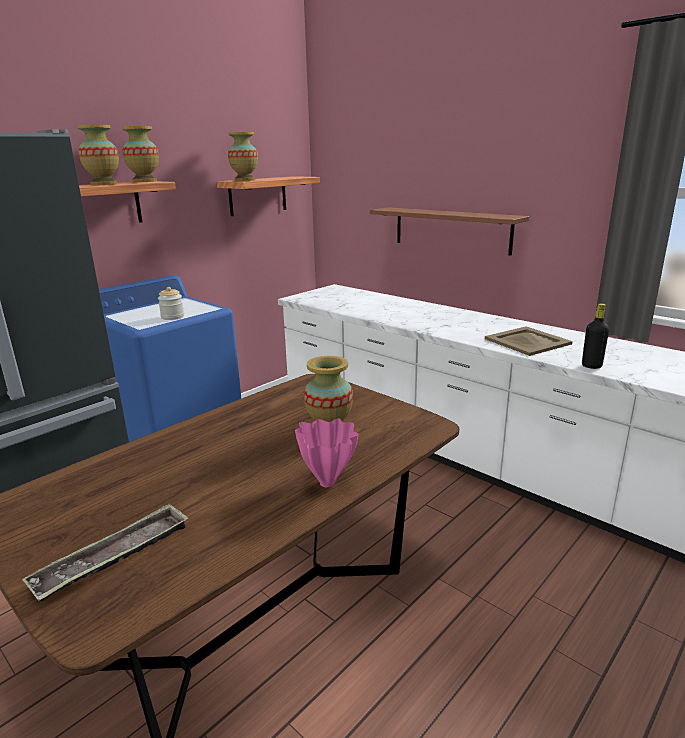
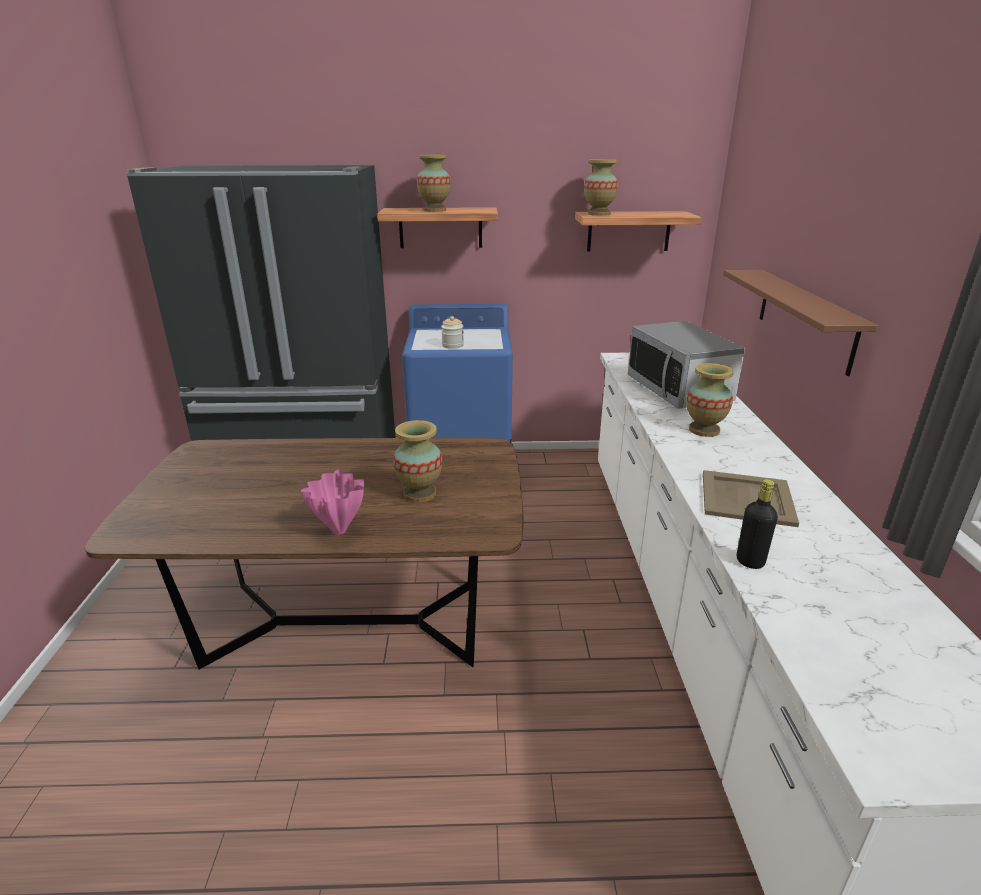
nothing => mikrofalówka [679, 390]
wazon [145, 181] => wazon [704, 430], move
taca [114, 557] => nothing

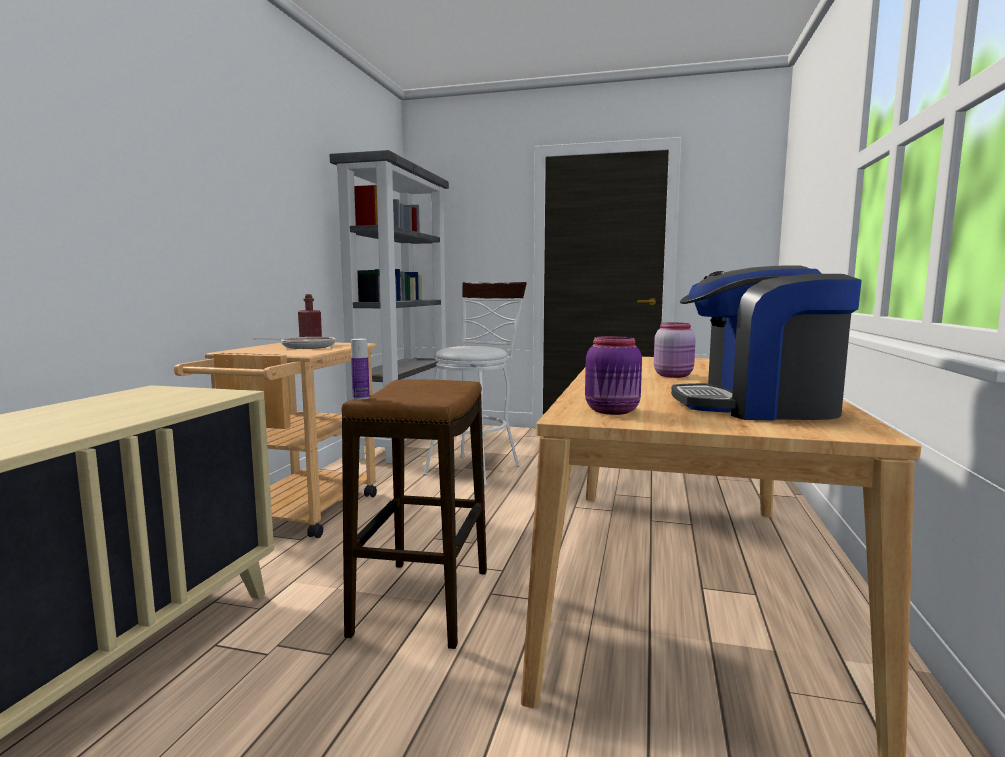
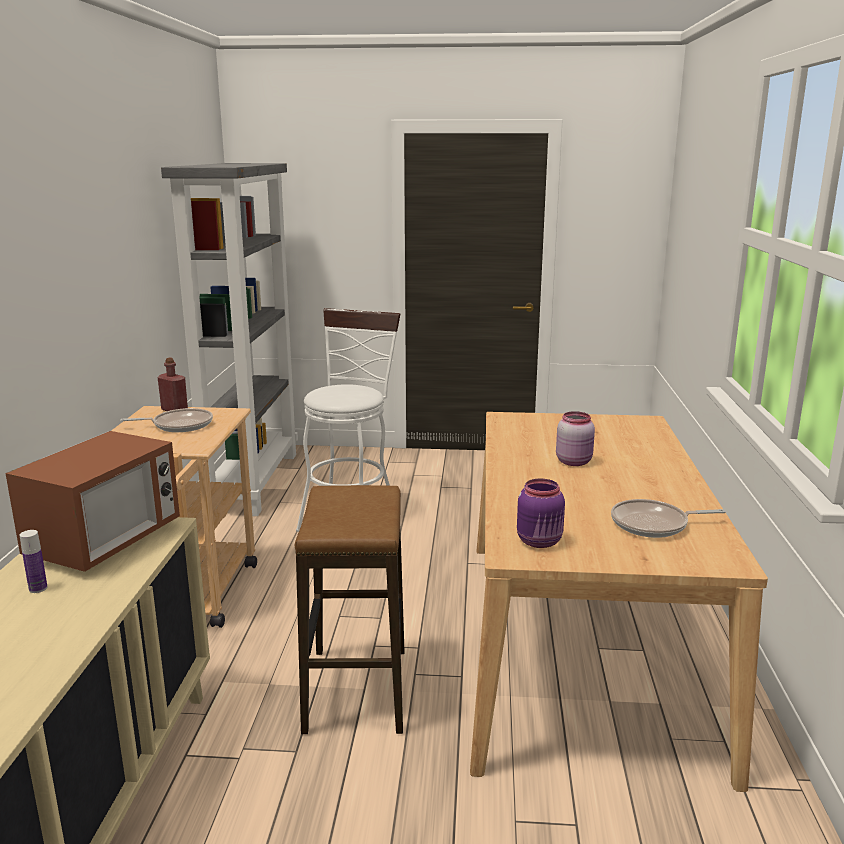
nothing => mikrofalówka [105, 542]
butelka [361, 398] => butelka [38, 588], move
ekspres do kawy [758, 407] => patelnia [654, 524]

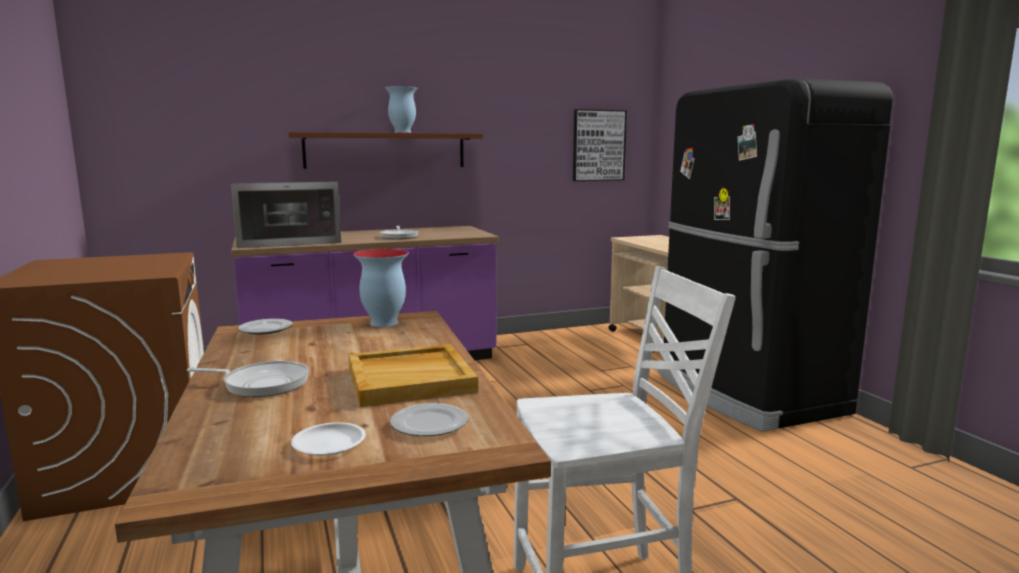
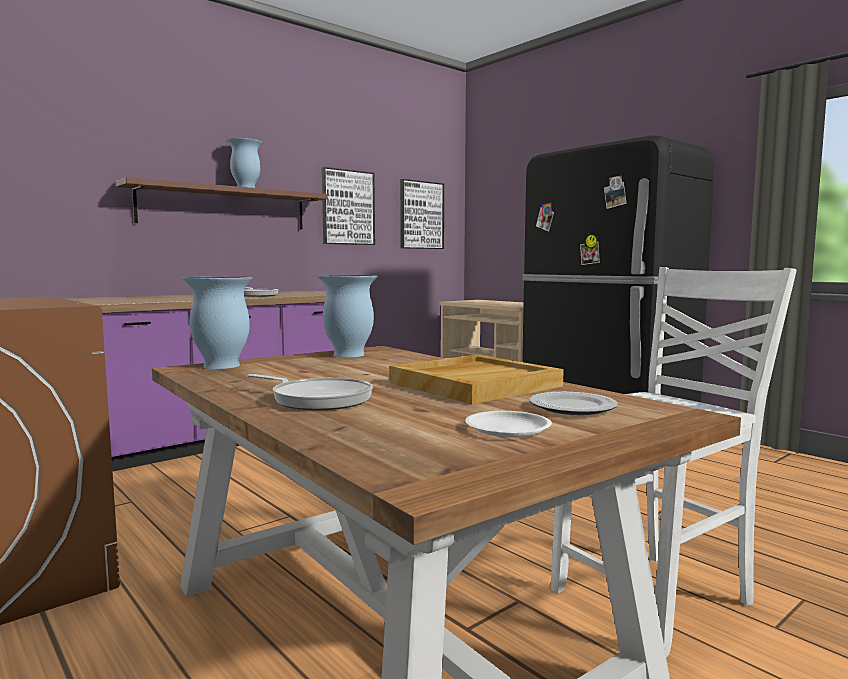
talerz [265, 329] => wazon [220, 366]
patelnia [262, 384] => patelnia [317, 399], 45 degrees clockwise
nothing => obraz [347, 207]
mikrofalówka [289, 242] => nothing

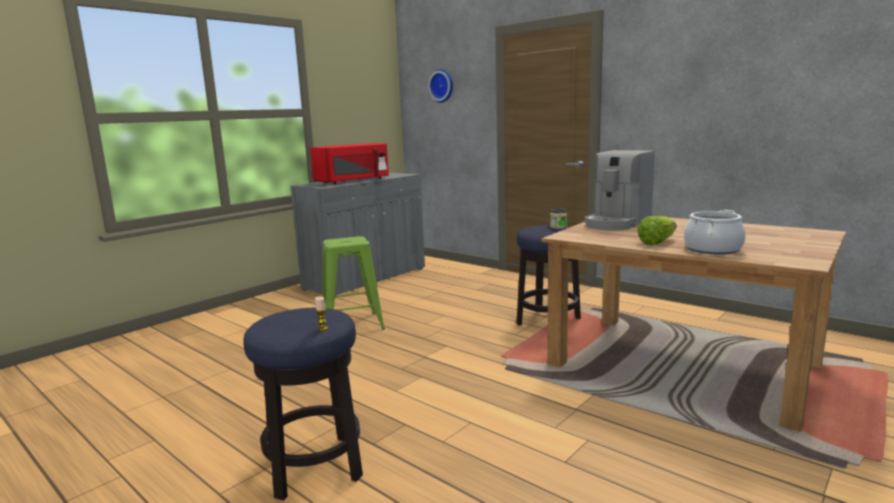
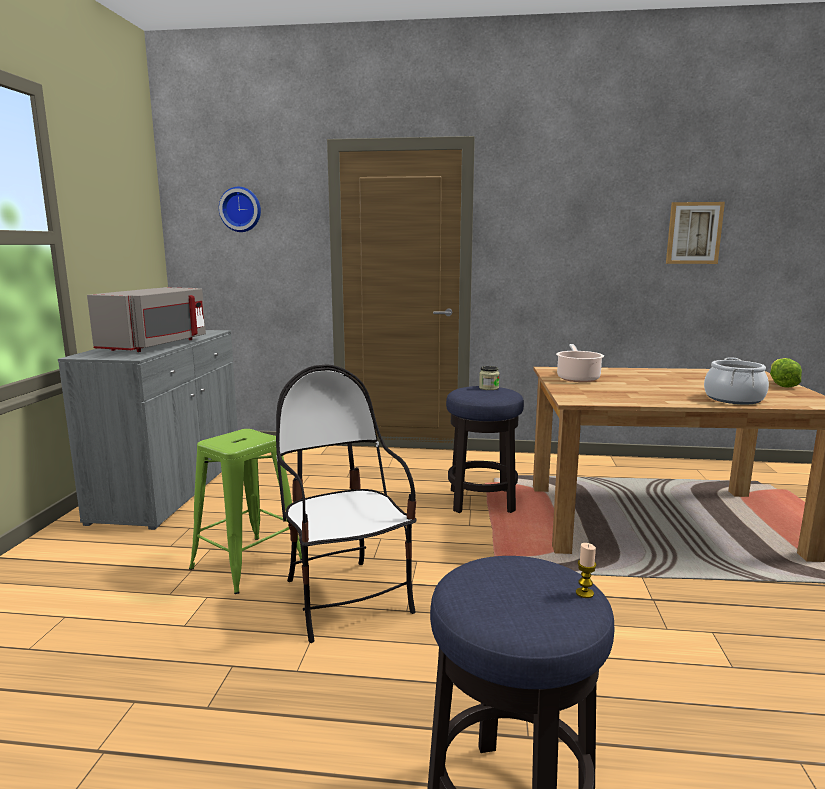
mikrofalówka (czerwony) [353, 181] => mikrofalówka (szary) [156, 345]
nothing => krzesło [345, 598]
ekspres do kawy [617, 223] => garnek [577, 378]
nothing => obraz [693, 233]
sałata [656, 242] => sałata [781, 384], move

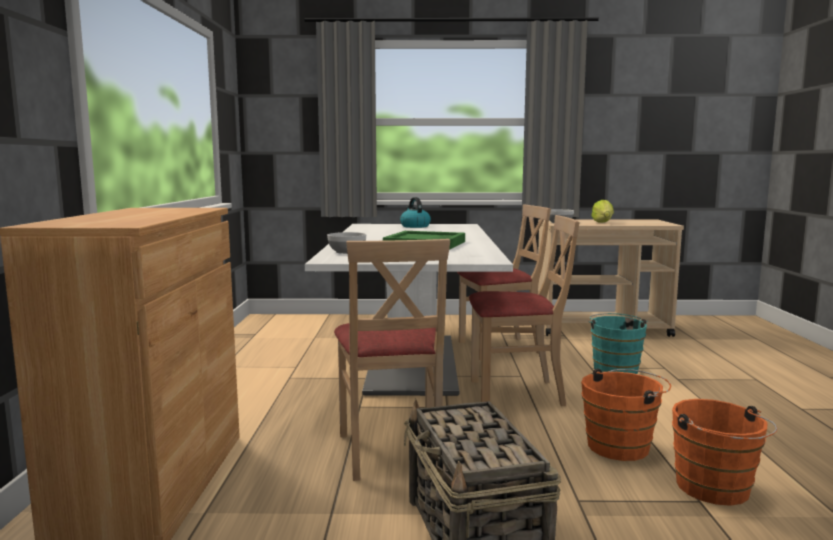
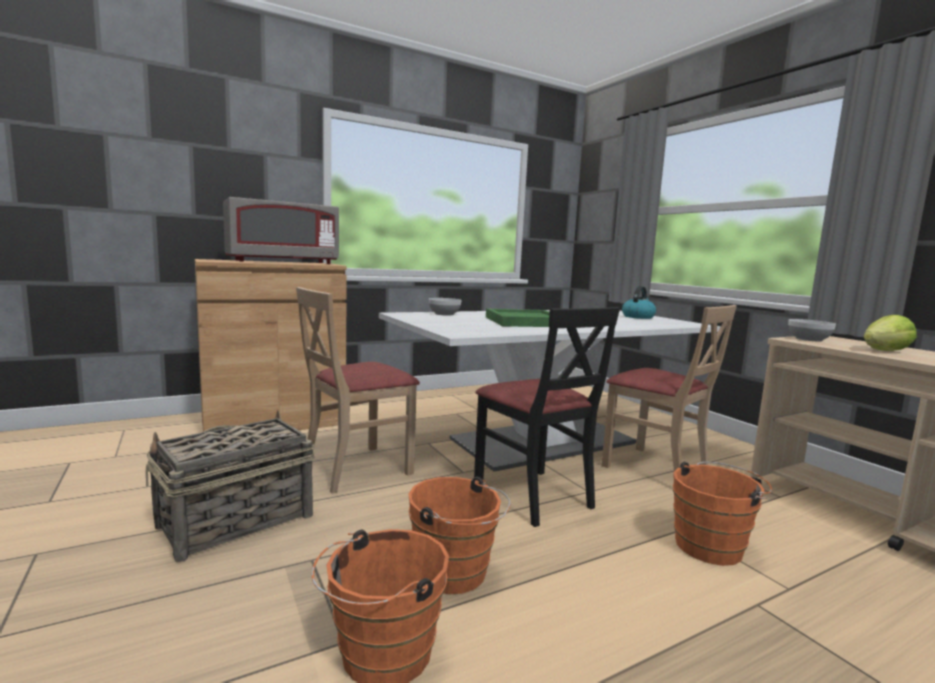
nothing => mikrofalówka (szary) [282, 262]
krzesło (beżowy) [516, 393] => krzesło (czarny) [534, 496]
wiadro (turkusowy) [615, 368] => wiadro (pomarańczowy) [712, 545]

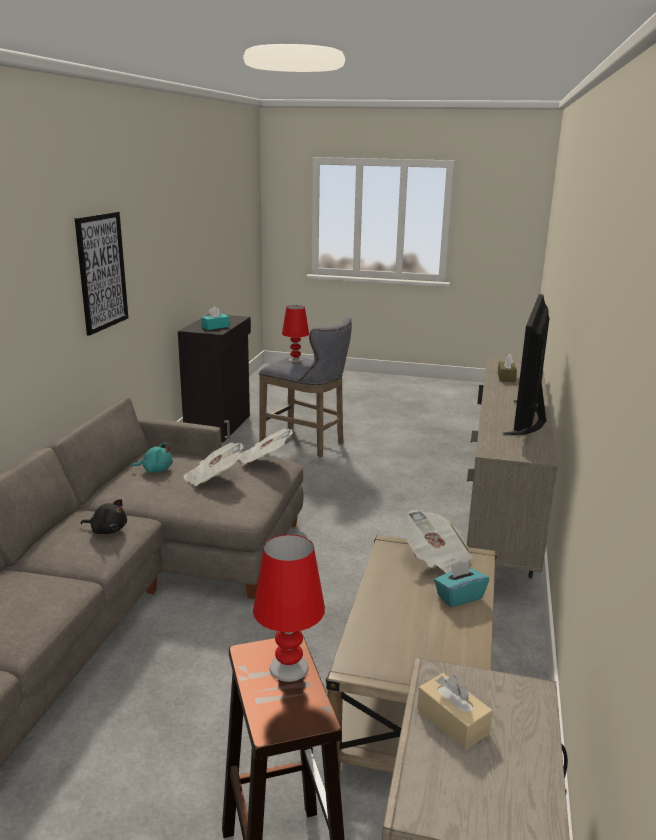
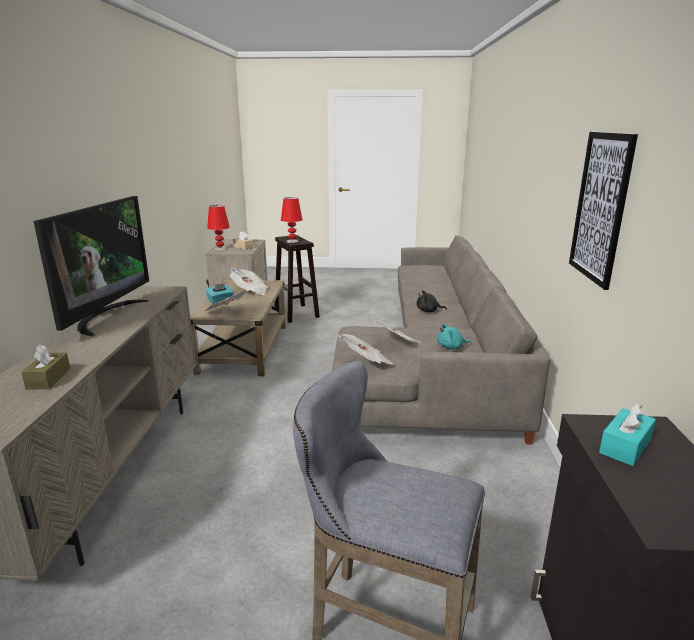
lampa stołowa (czerwony) [295, 360] => lampa stołowa (czerwony) [220, 249], move
nothing => gazeta [250, 291]

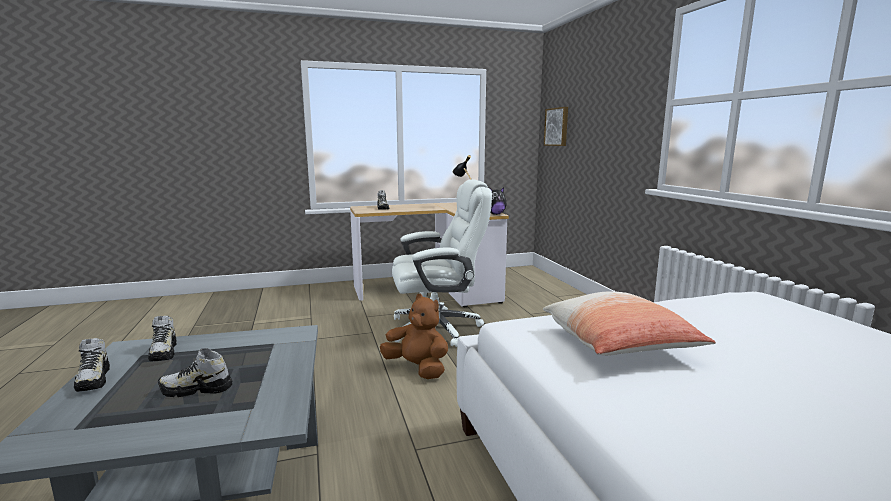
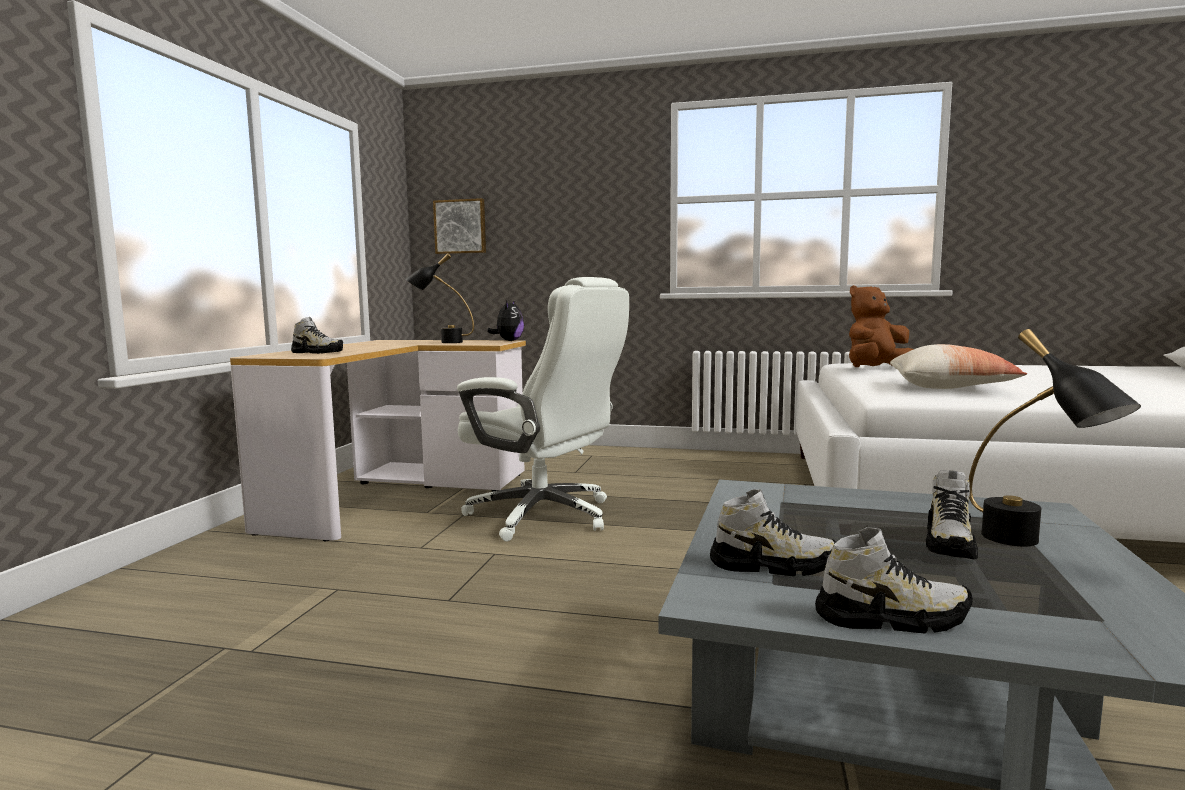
krzesło biurowe (biały) [438, 327] => krzesło biurowe (biały) [544, 516], 105 degrees clockwise
pluszak (brązowy) [417, 368] => pluszak (brązowy) [876, 369], move
nothing => lampa stołowa (czarny) [1031, 546]

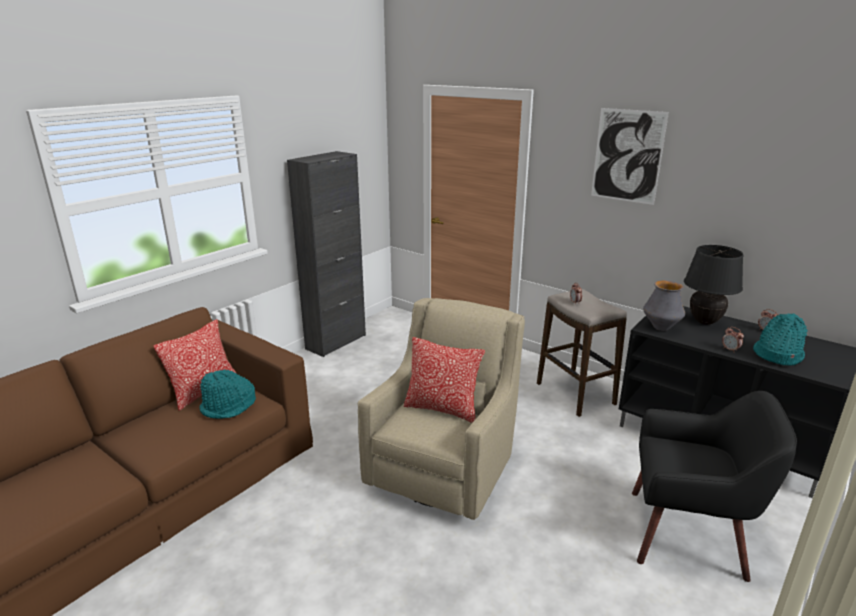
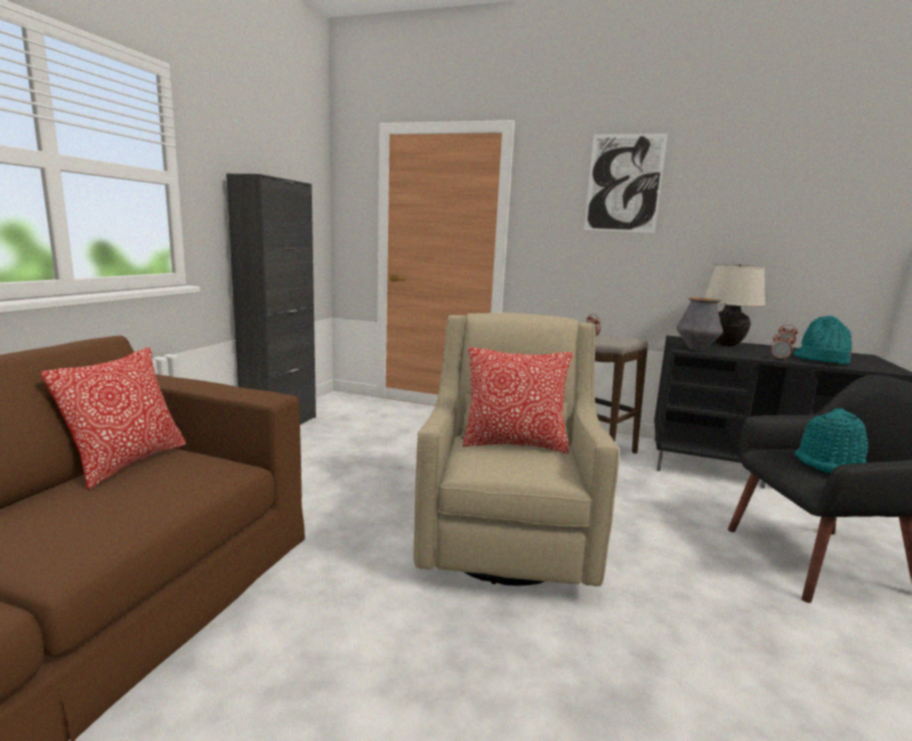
lampa stołowa (czarny) [704, 322] => lampa stołowa (beżowy) [725, 345]
kapelusz (turkusowy) [229, 407] => kapelusz (turkusowy) [830, 464], move

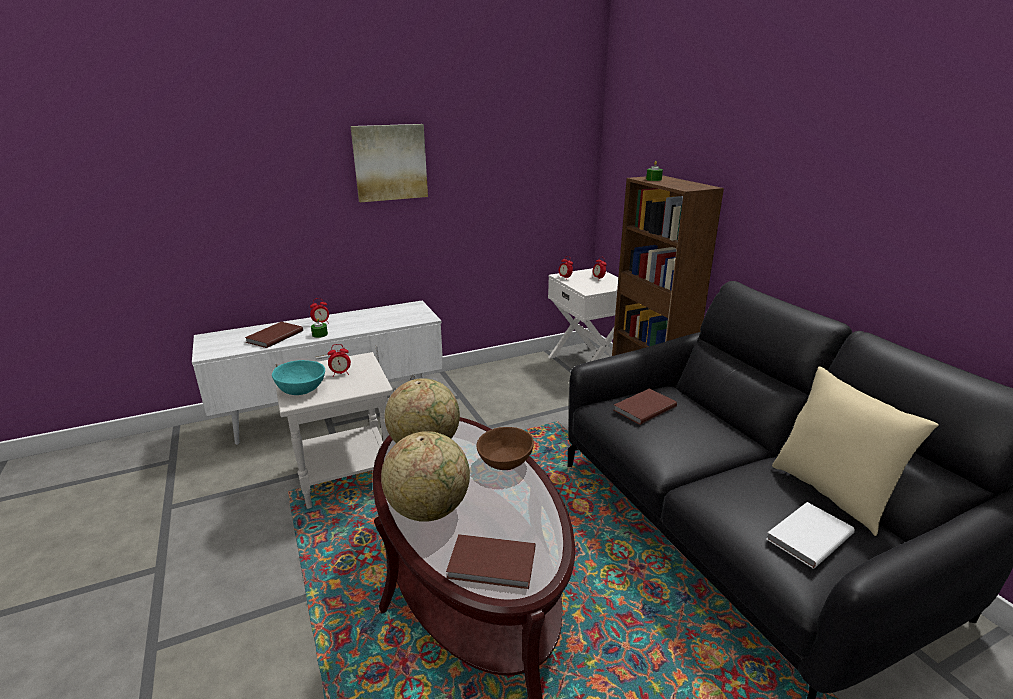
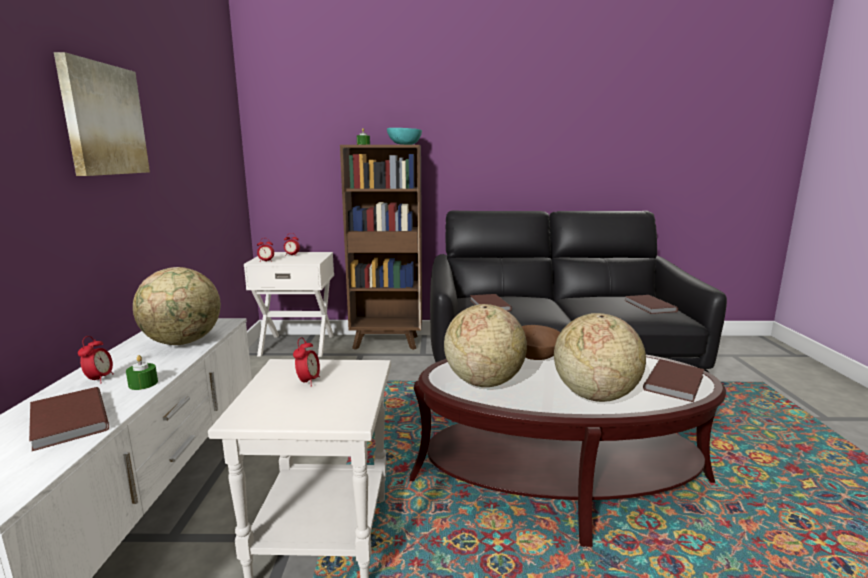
nothing => globus [183, 342]
miska (turkusowy) [300, 389] => miska (turkusowy) [404, 144], move
książka (biały) [807, 536] => książka (brązowy) [649, 306]
poduszka (beżowy) [831, 493] => nothing

